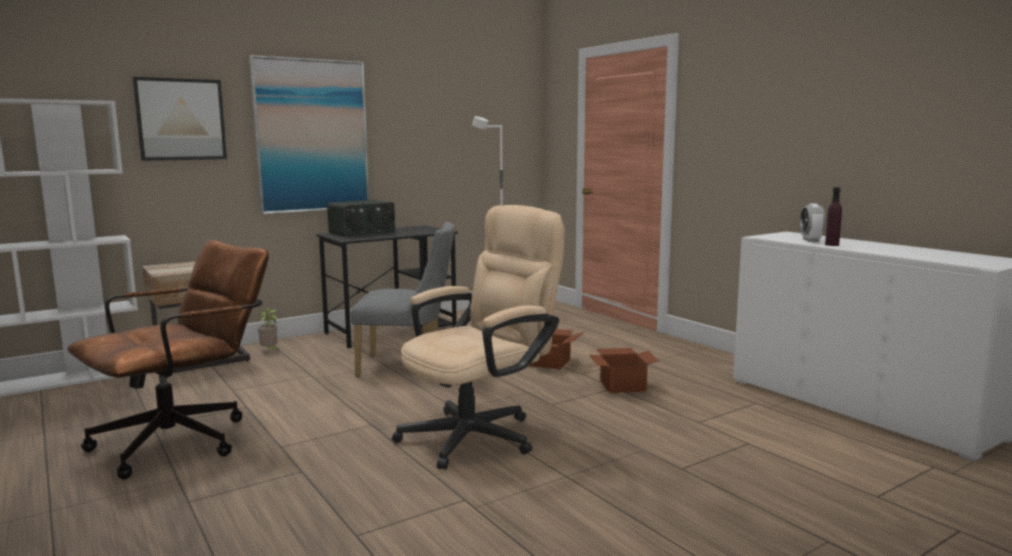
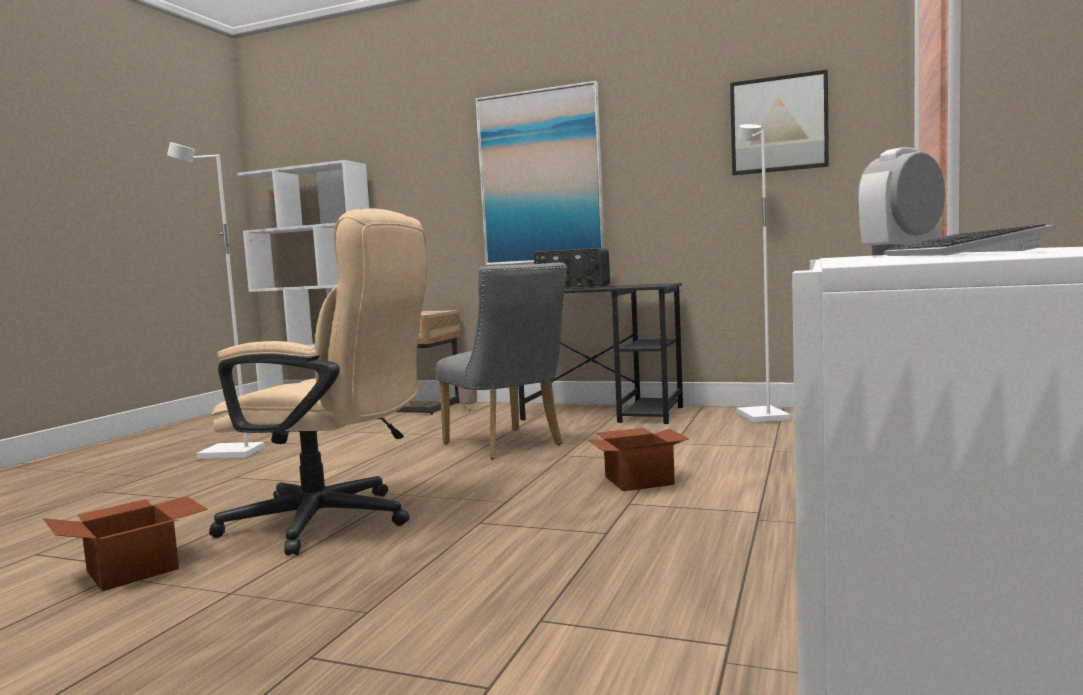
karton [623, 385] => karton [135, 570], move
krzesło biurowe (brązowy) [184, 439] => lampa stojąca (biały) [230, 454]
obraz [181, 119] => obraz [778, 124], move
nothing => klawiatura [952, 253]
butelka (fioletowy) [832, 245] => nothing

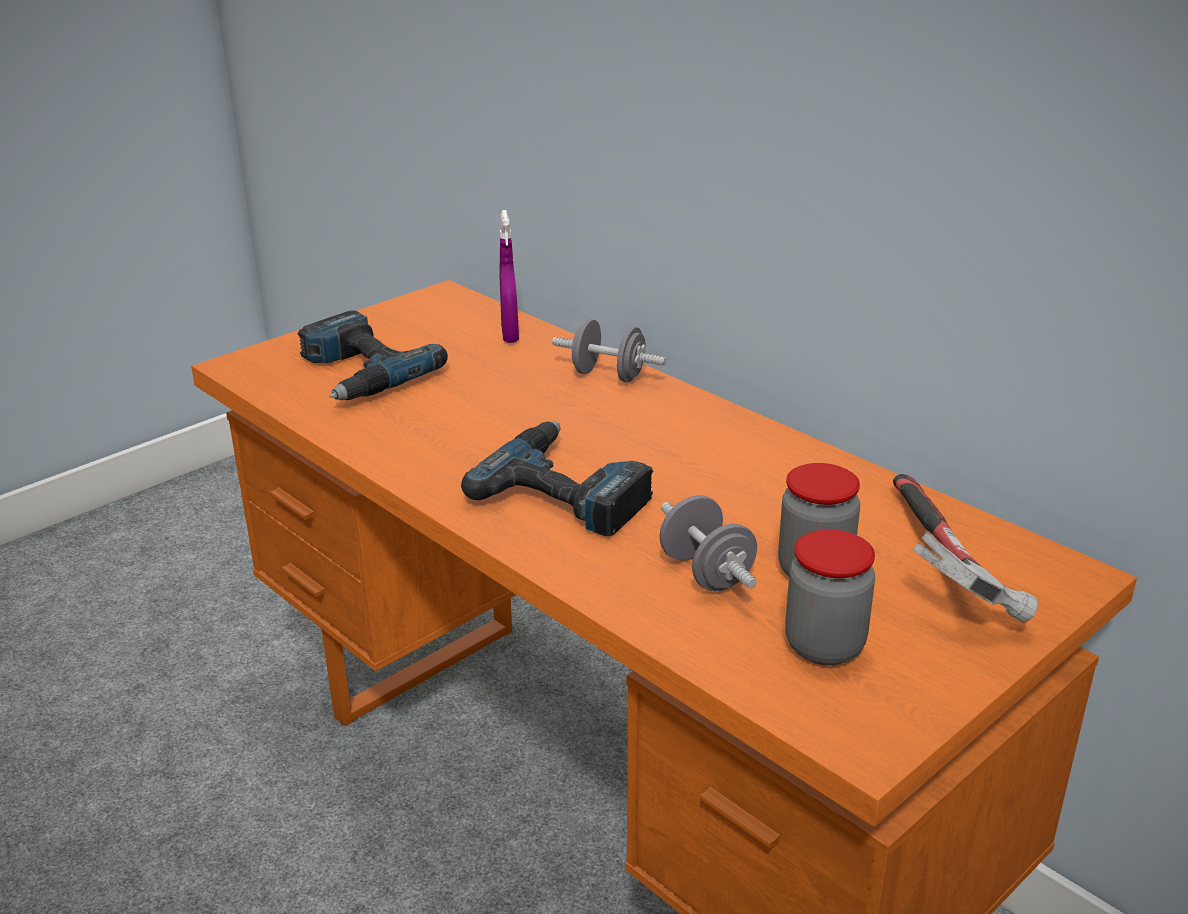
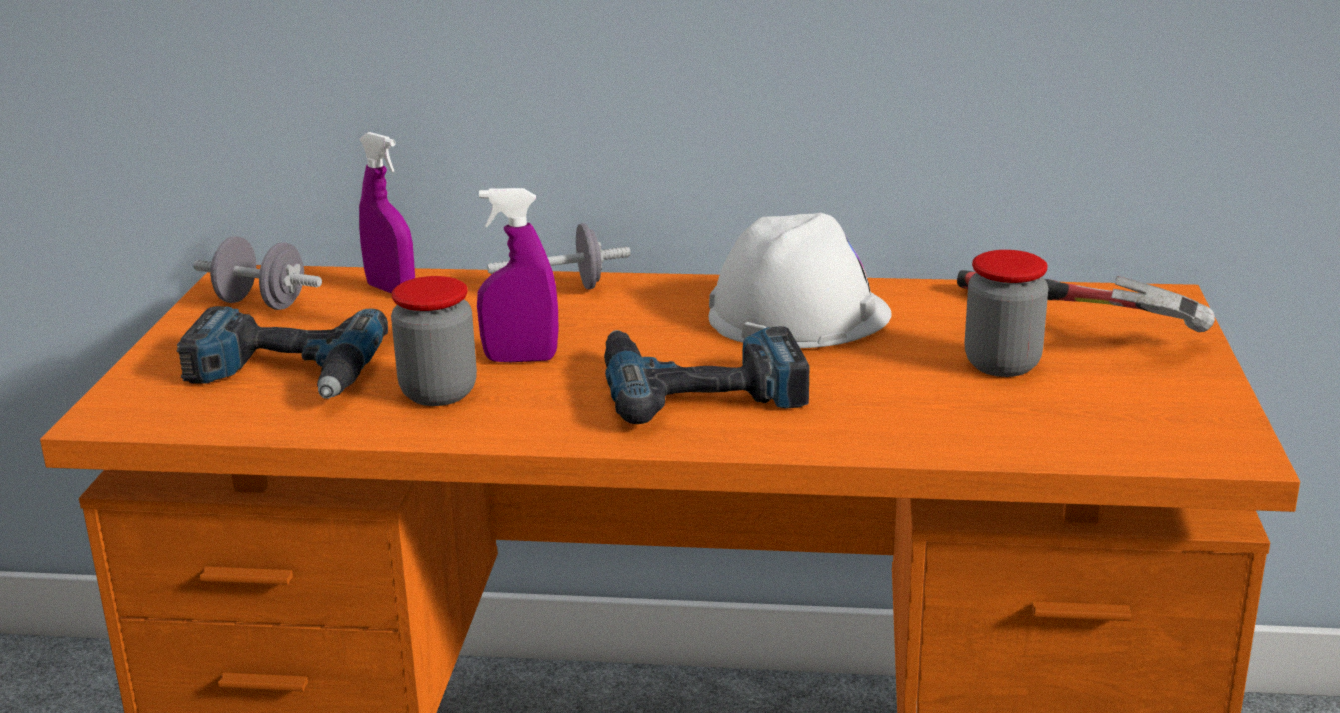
hantel (szary) [706, 573] => hantel (szary) [261, 304], move
słoik [824, 646] => słoik [438, 393], move
nothing => spryskiwacz (fioletowy) [520, 359]
nothing => kask (biały) [798, 314]

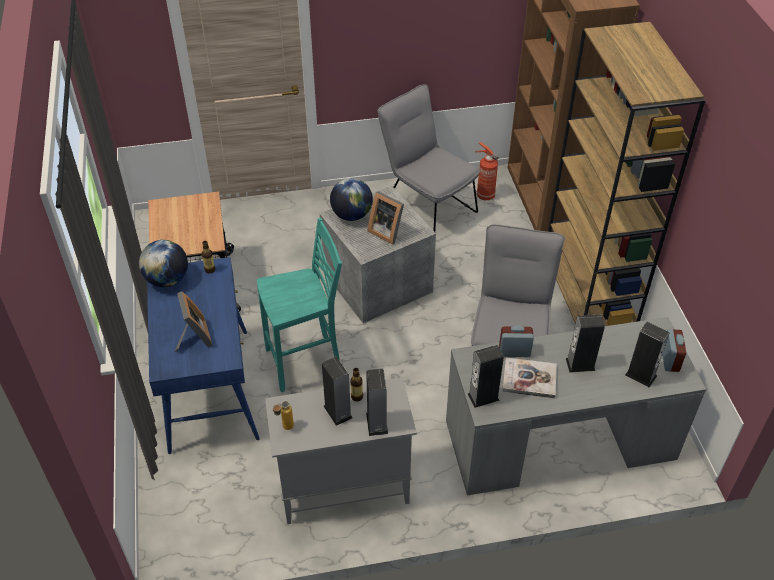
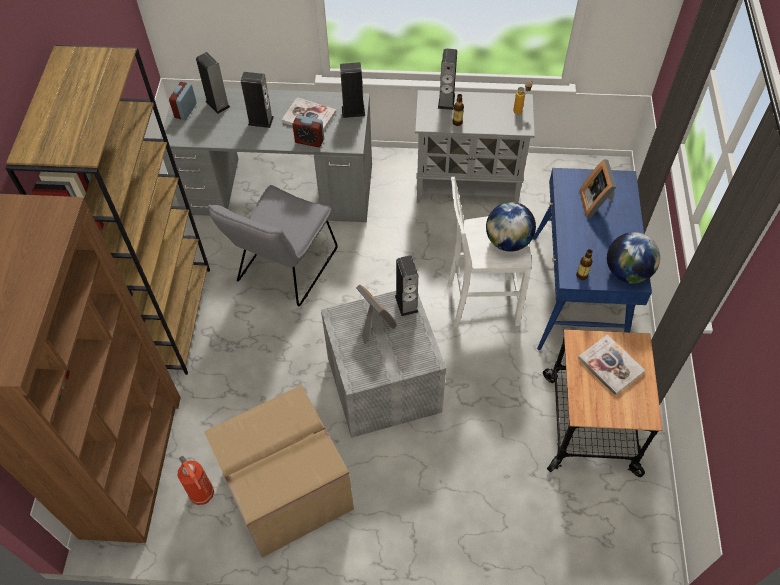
krzesło (szary) [426, 206] => karton [286, 492]
głośnik [338, 412] => głośnik [406, 303], move
stołek (turkusowy) [306, 362] => stołek (biały) [480, 302]
globus [351, 215] => globus [508, 241], move
nothing => książka [610, 365]

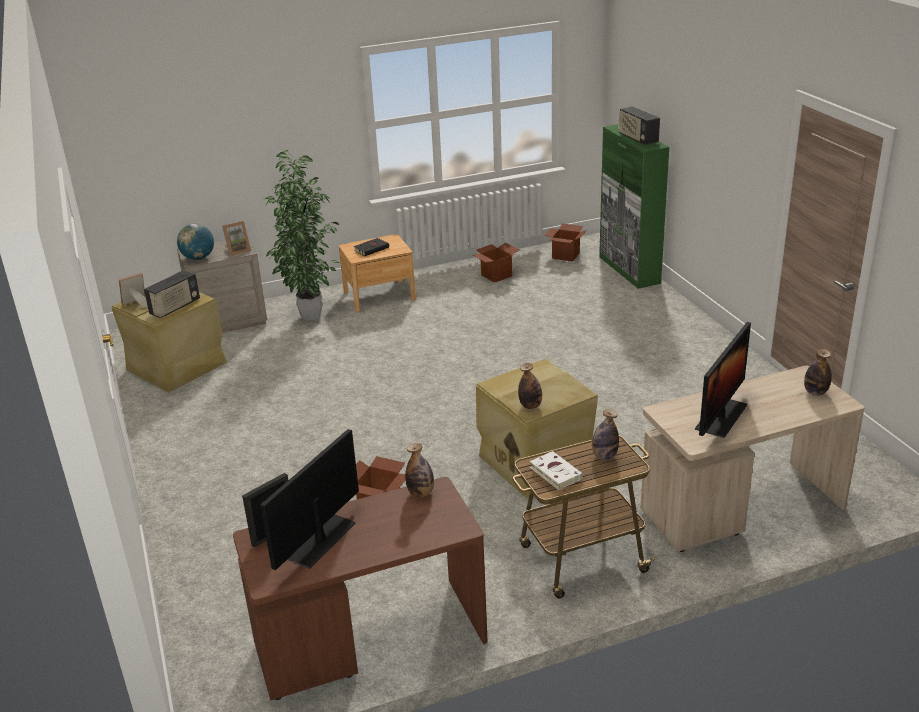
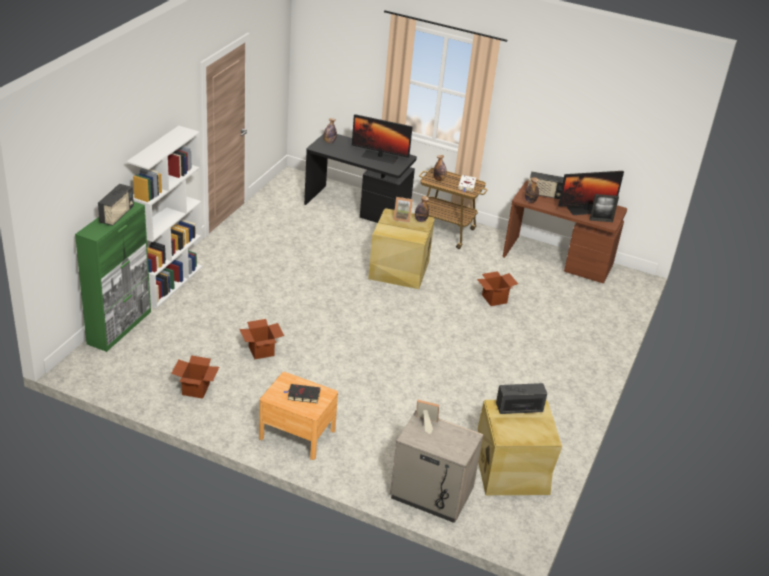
nothing => regał (biały) [170, 283]
karton [566, 255] => karton [261, 351], move
biurko (beżowy) [741, 508] => biurko (czarny) [357, 207]
monitor [721, 417] => monitor [379, 157], 150 degrees counterclockwise
ramka na zdjęcie [136, 304] => ramka na zdjęcie [402, 218], move
nothing => radio [544, 194]
globus [198, 258] => nothing
roślina doniczkowa [311, 314] => nothing

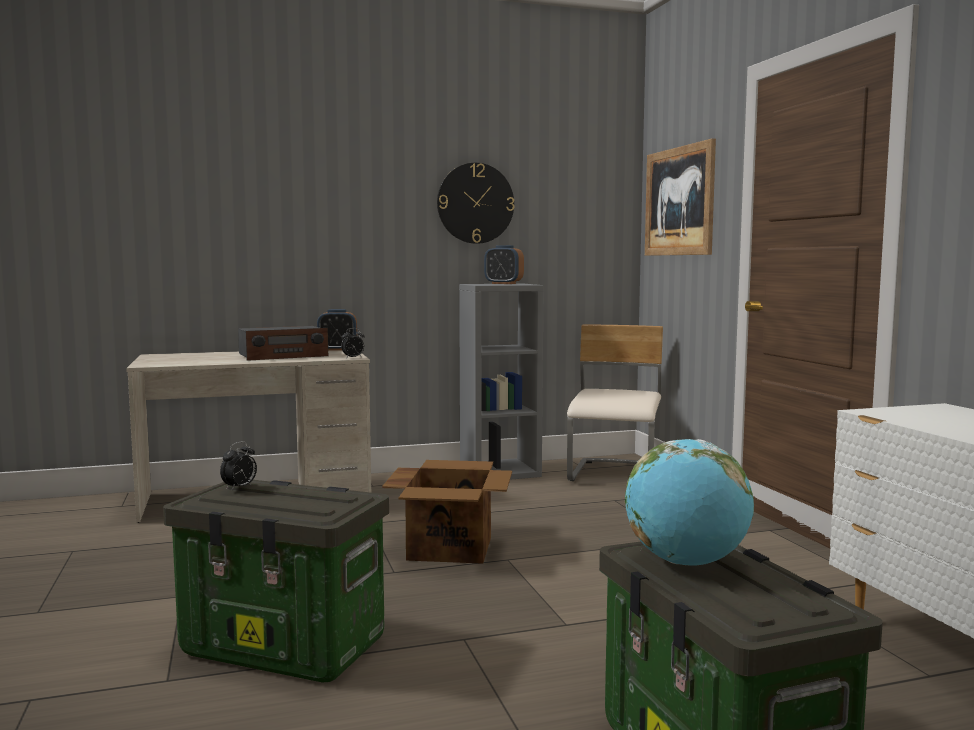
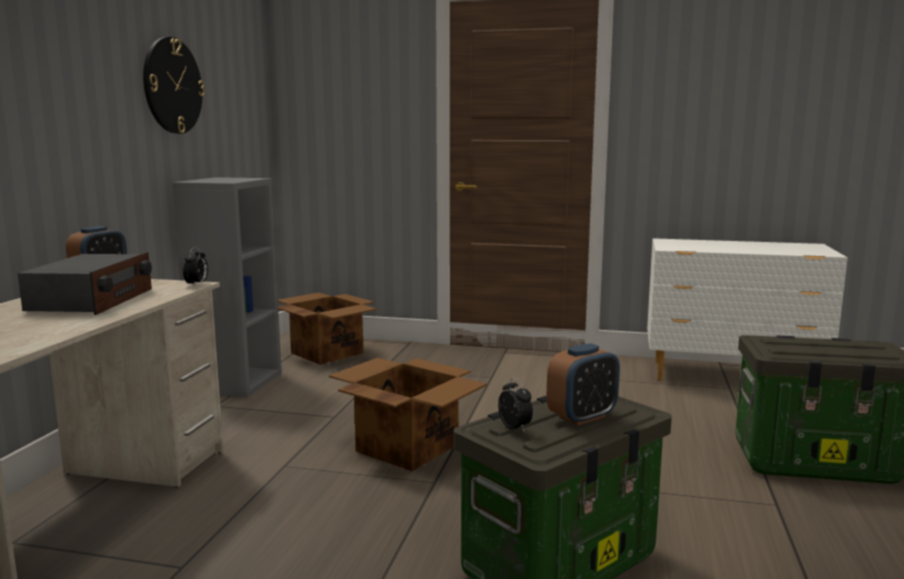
krzesło (beżowy) [616, 475] => karton [327, 352]
budzik [503, 283] => budzik [582, 417], move
globus [686, 563] => nothing
obraz [679, 201] => nothing

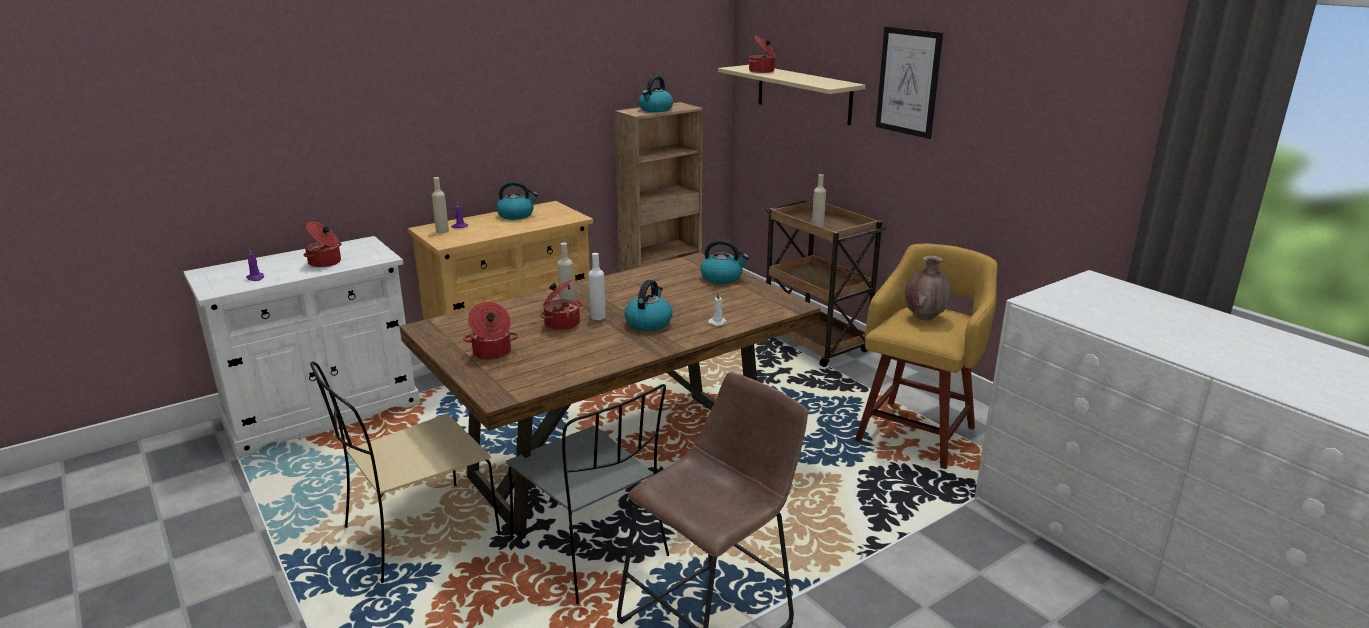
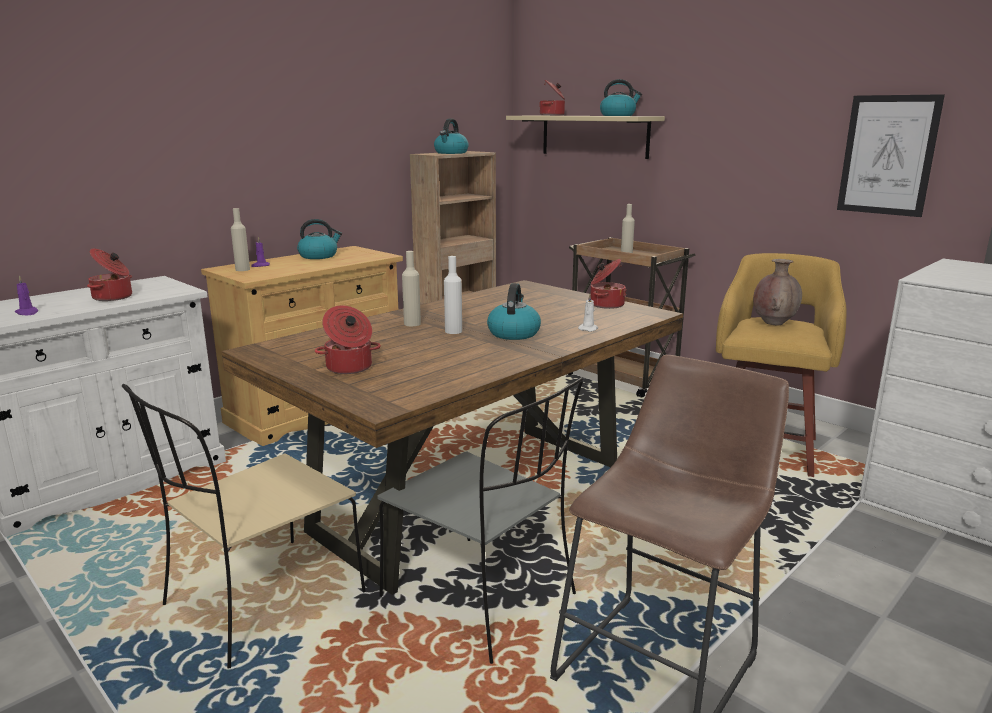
garnek [561, 323] => garnek [606, 304], move
czajnik [722, 278] => czajnik [618, 115], move
obraz [908, 82] => obraz [887, 155], move

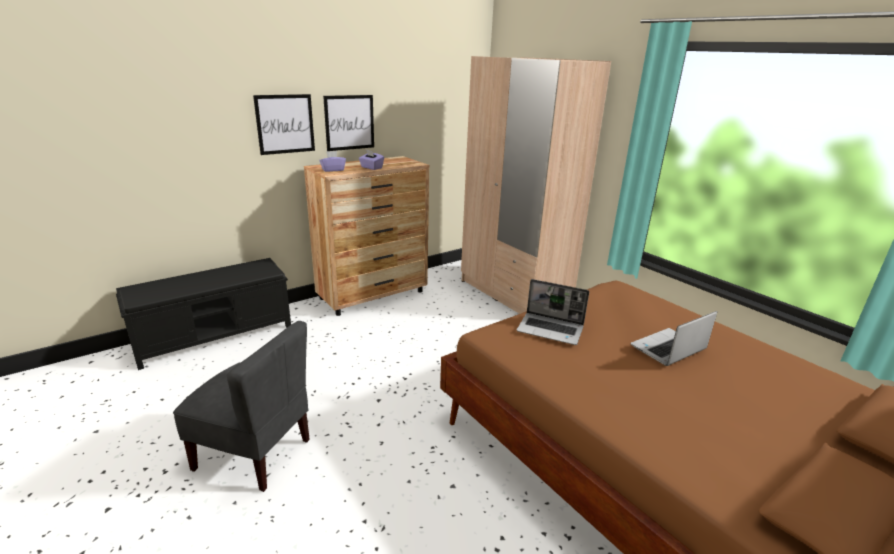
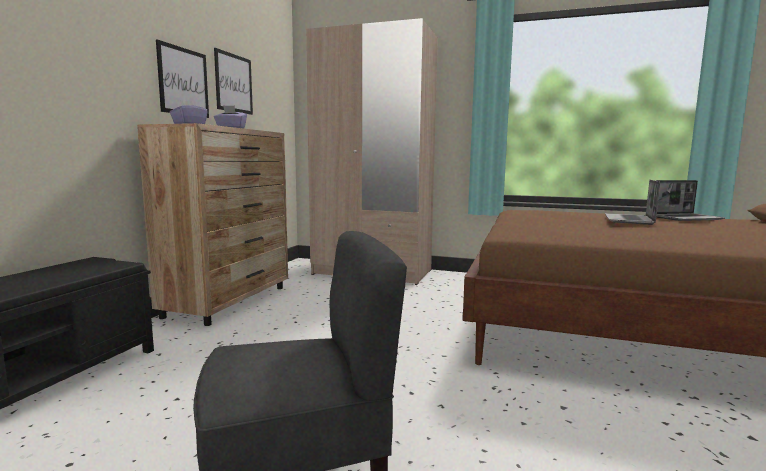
obraz [285, 124] => obraz [233, 83], move
laptop [551, 330] => laptop [686, 218], move

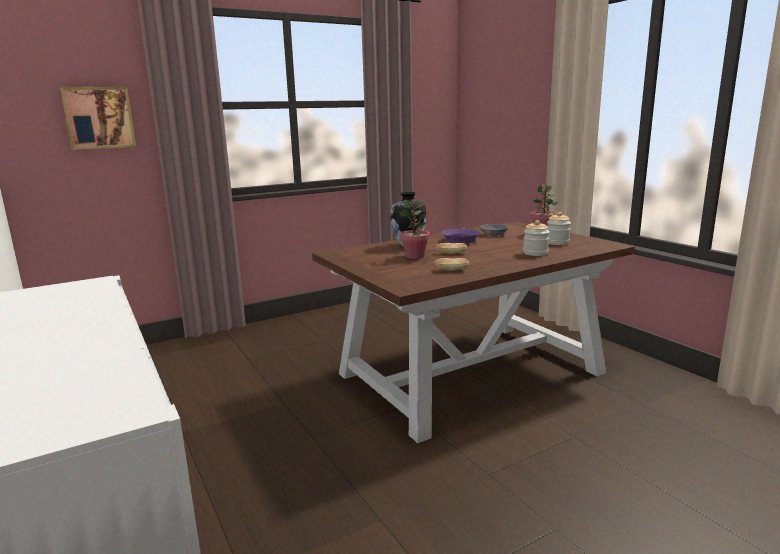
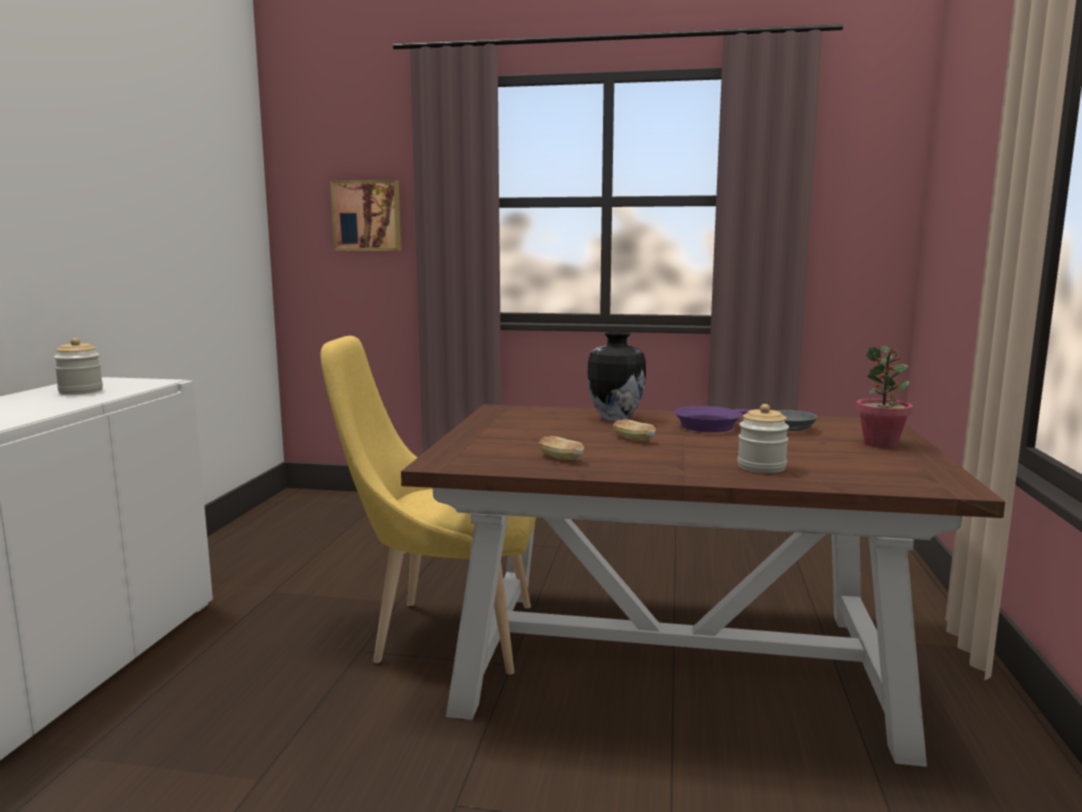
słoik [557, 243] => słoik [81, 391], move
nothing => krzesło (żółty) [443, 634]
roślina doniczkowa [415, 256] => nothing

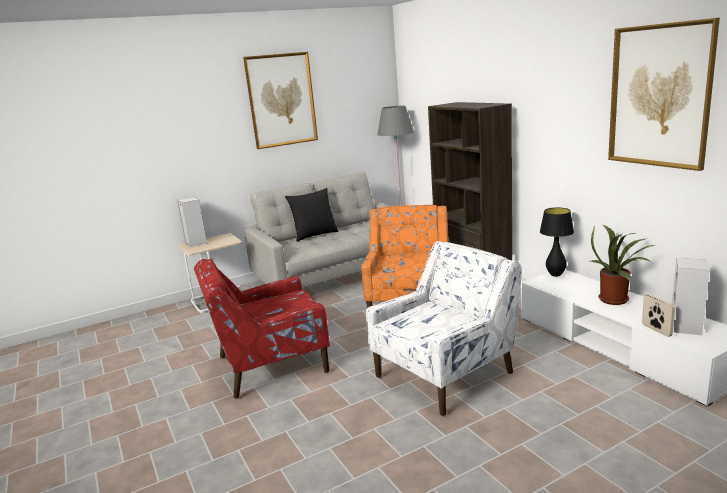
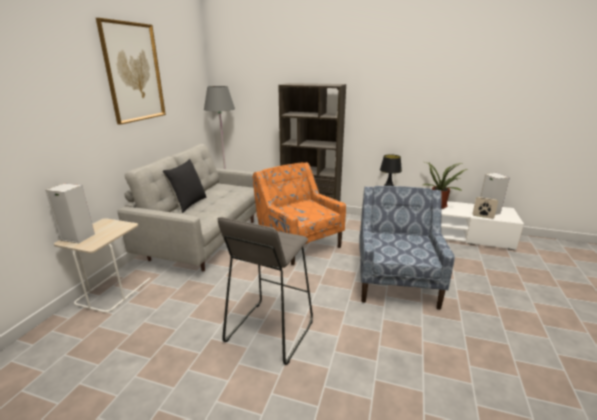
fotel (czerwony) [270, 365] => stołek (szary) [269, 331]
fotel (biały) [446, 374] => fotel (niebieski) [396, 281]
obraz [659, 96] => nothing

